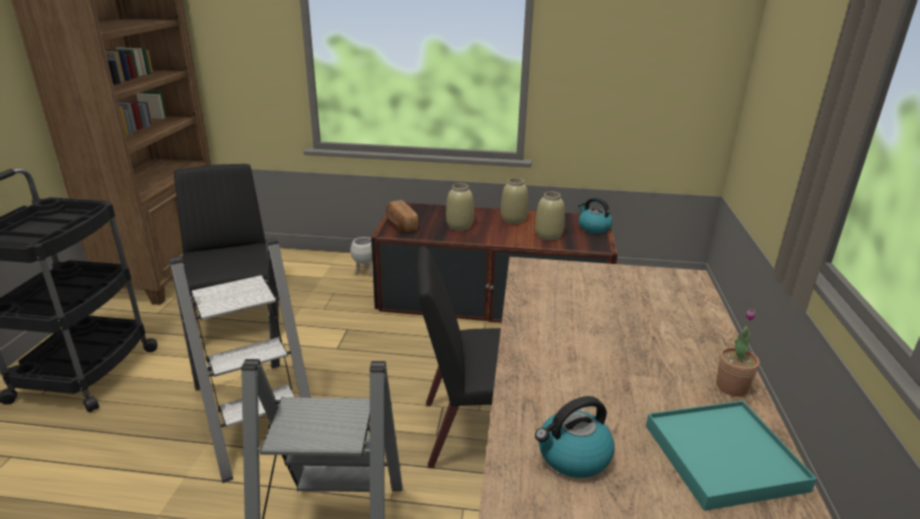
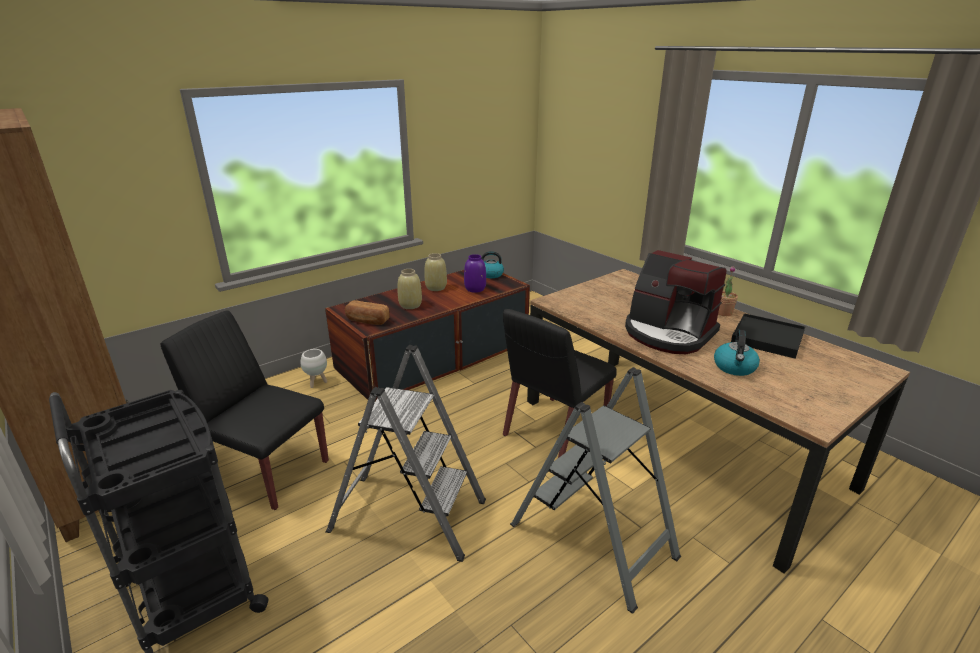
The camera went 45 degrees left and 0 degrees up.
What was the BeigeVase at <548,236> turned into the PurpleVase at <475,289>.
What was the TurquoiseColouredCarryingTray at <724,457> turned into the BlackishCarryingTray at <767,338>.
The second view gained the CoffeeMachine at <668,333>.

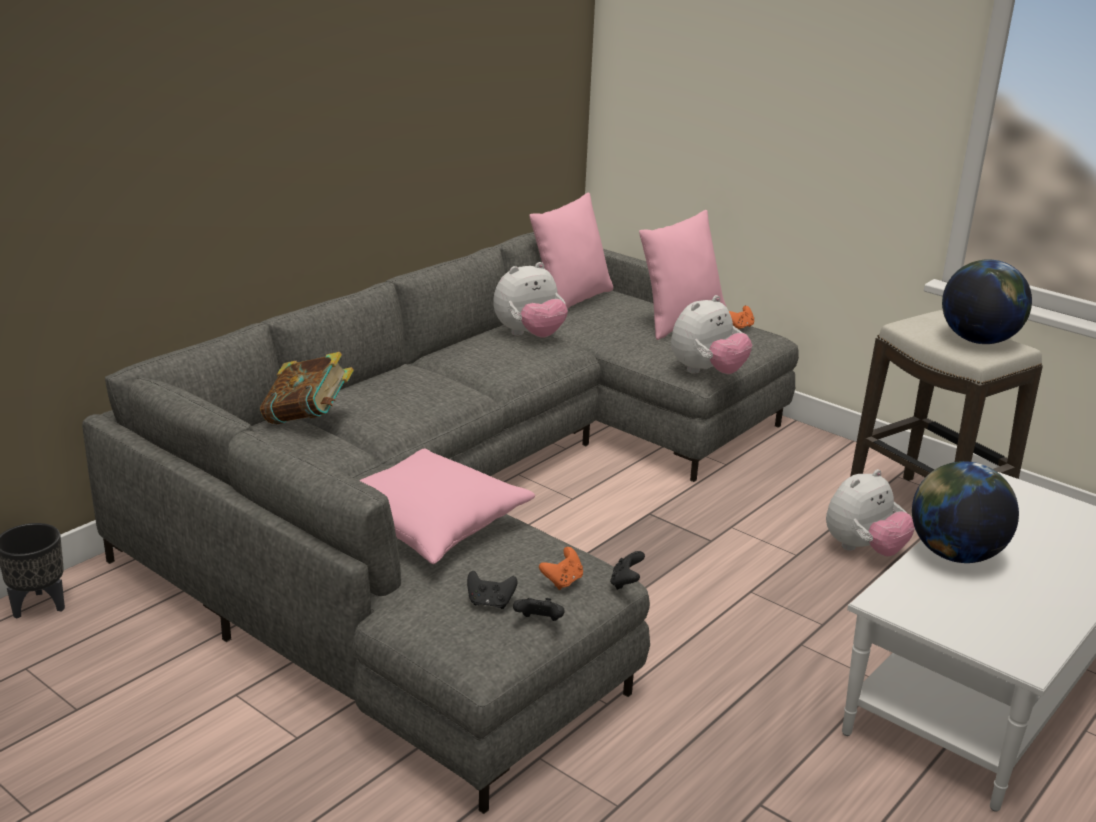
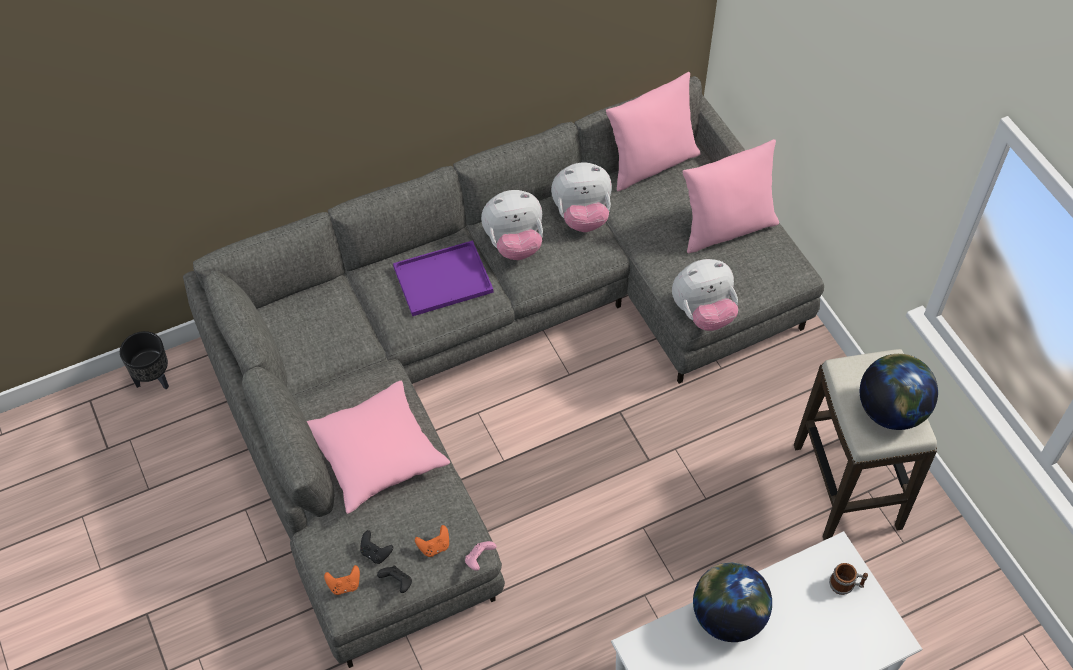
The camera went 25 degrees right and 30 degrees up.
The OrangeyGameController ended up elsewhere, having gone from <740,327> to <344,585>.
The second view lost the Volume at <308,419>.
The SoftToy ended up elsewhere, having gone from <863,549> to <514,244>.
What was the BlackishGameController at <626,583> turned into the PinkColouredGameController at <479,559>.
The second view gained the PurpleCarryingTray at <444,278>.
The second view gained the Mug at <846,585>.

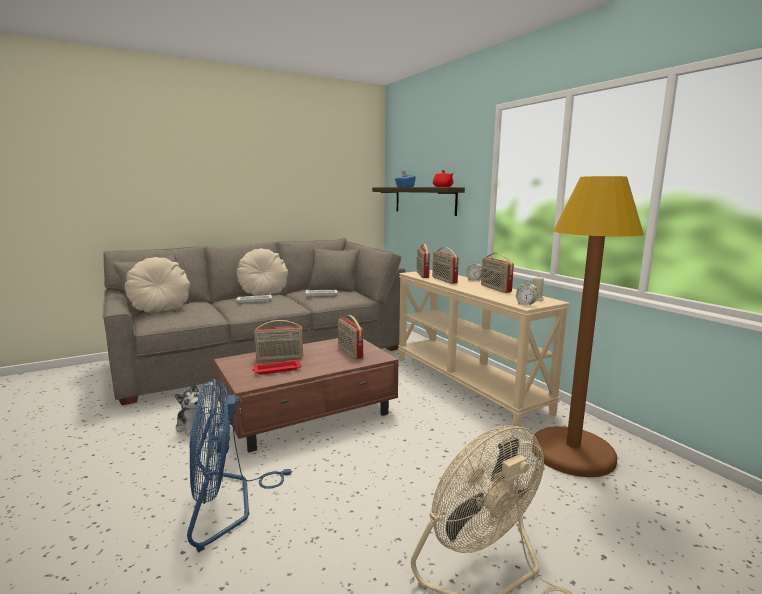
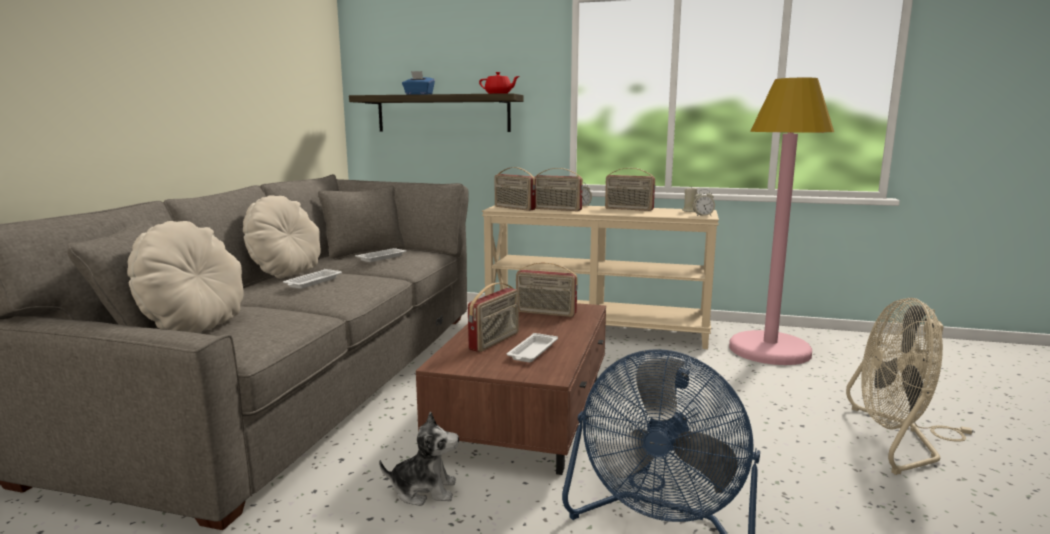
The camera went 45 degrees left and 0 degrees up.
What was the BrownishStandingLamp at <572,453> turned into the PinkColouredStandingLamp at <769,350>.
What was the RedColouredCarryingTray at <276,370> turned into the WhiteColouredCarryingTray at <532,352>.

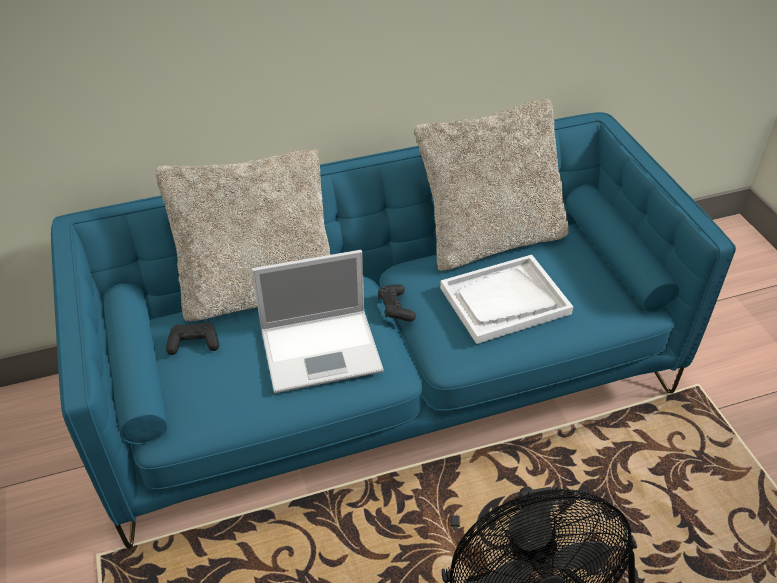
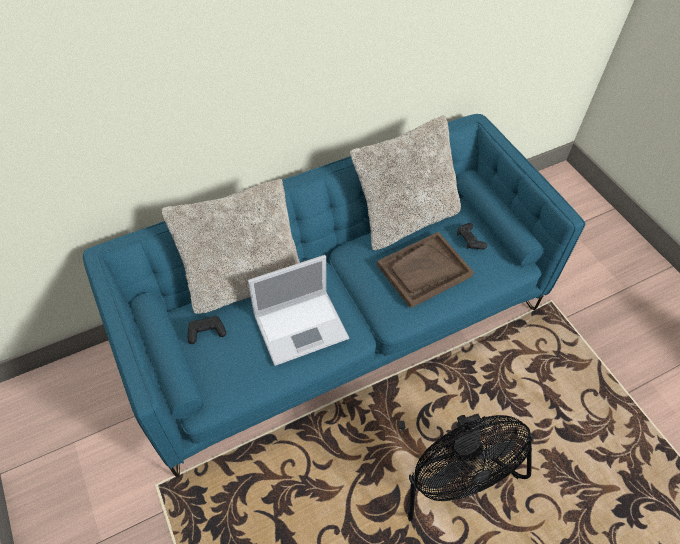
The camera went 10 degrees left and 10 degrees up.
What was the WhiteColouredCarryingTray at <504,301> turned into the BrownishCarryingTray at <424,271>.
The BlackishGameController ended up elsewhere, having gone from <395,308> to <470,240>.

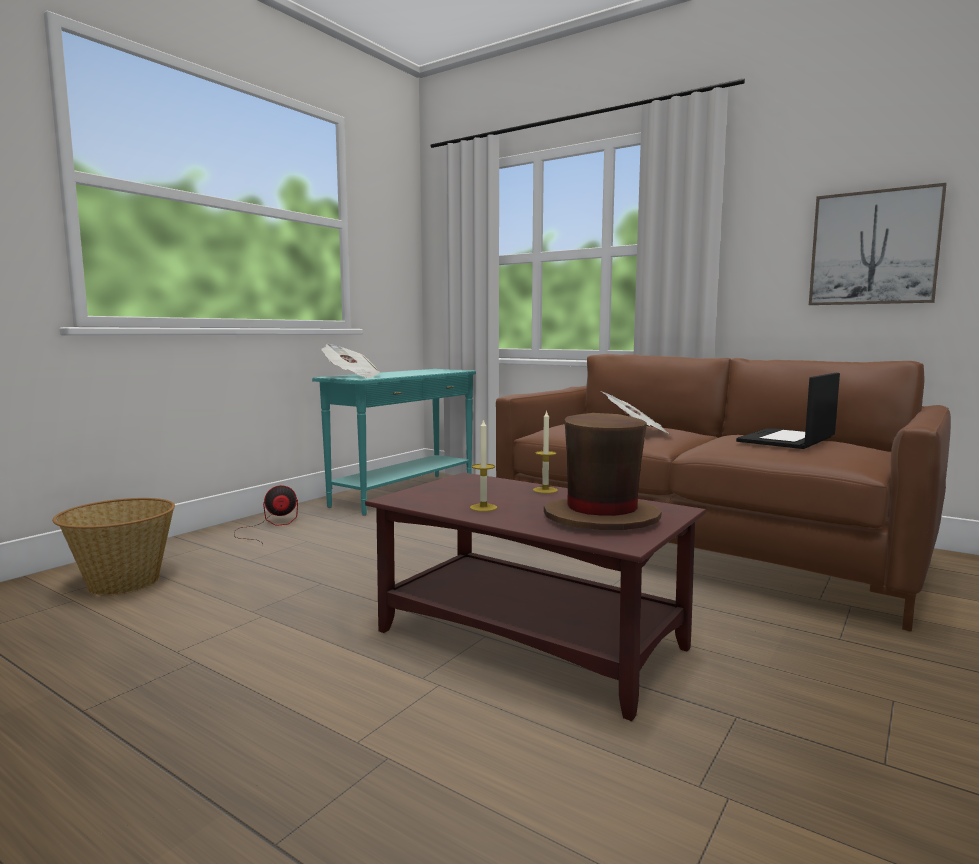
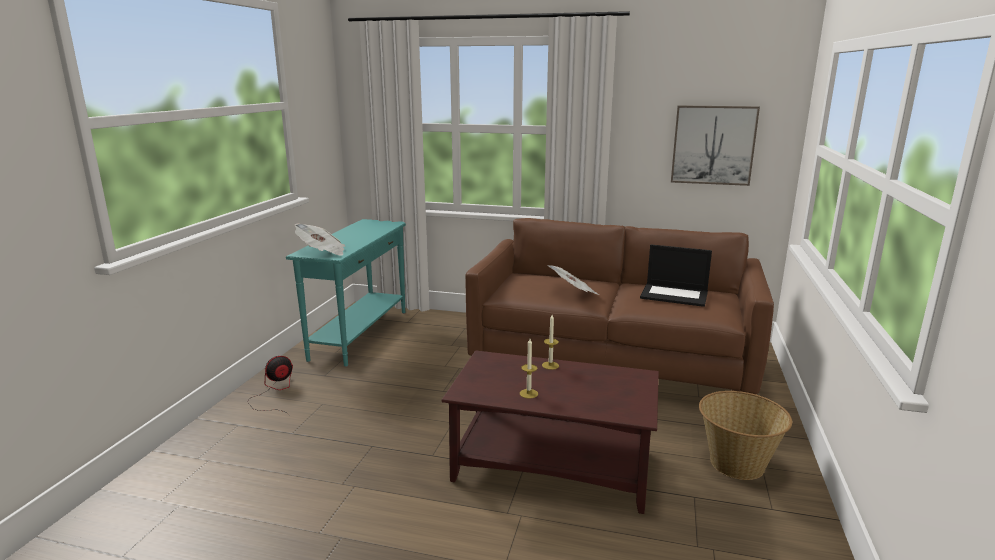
The camera went 20 degrees left and 10 degrees up.
The Laptop at <787,440> ended up facing another way, 90 degrees counterclockwise from before.
The second view lost the BrownishHat at <600,517>.
The StorageBasket ended up elsewhere, having gone from <122,583> to <736,464>.

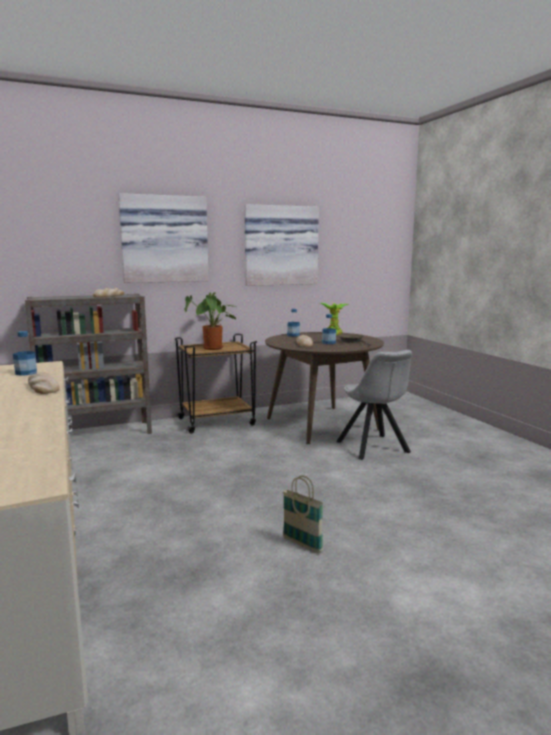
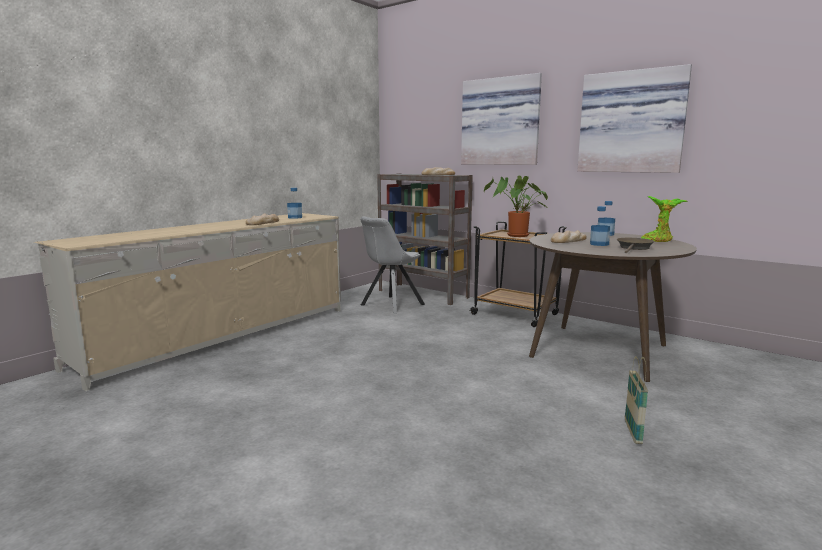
The camera went 60 degrees right and 0 degrees up.
The GrayChair ended up elsewhere, having gone from <373,447> to <391,305>.
The StorageBasket ended up elsewhere, having gone from <302,544> to <632,432>.

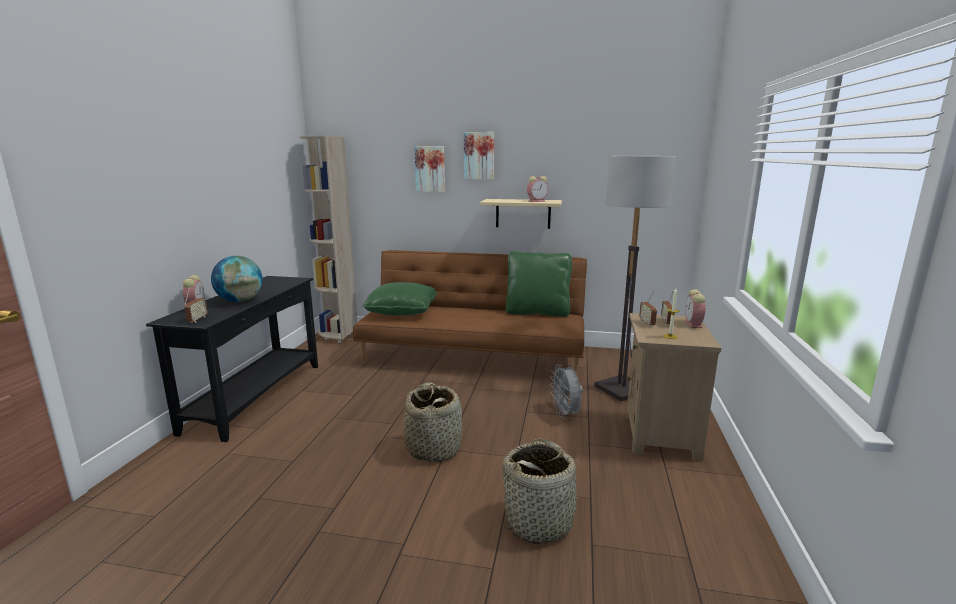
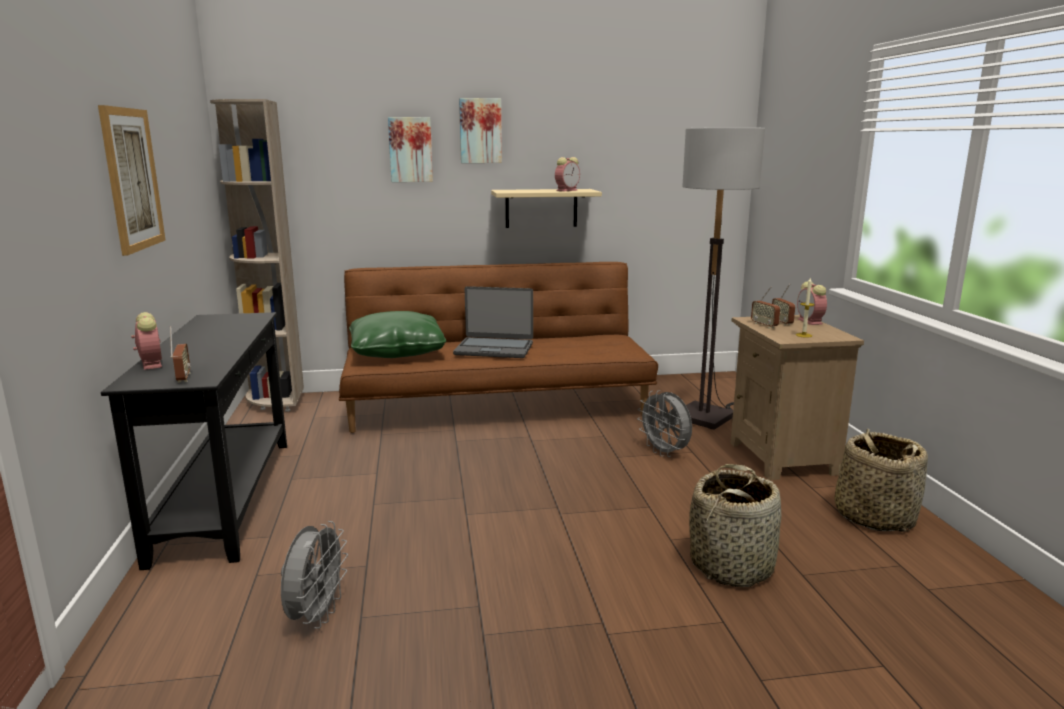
The camera went 20 degrees left and 0 degrees up.
The second view lost the GreenColouredThrowPillow at <537,312>.
The second view lost the DeskGlobe at <240,301>.
The StorageBasket ended up elsewhere, having gone from <434,448> to <873,516>.
The second view gained the WallPicture at <132,179>.
The second view gained the Laptop at <494,349>.
The second view gained the GrayFan at <316,616>.

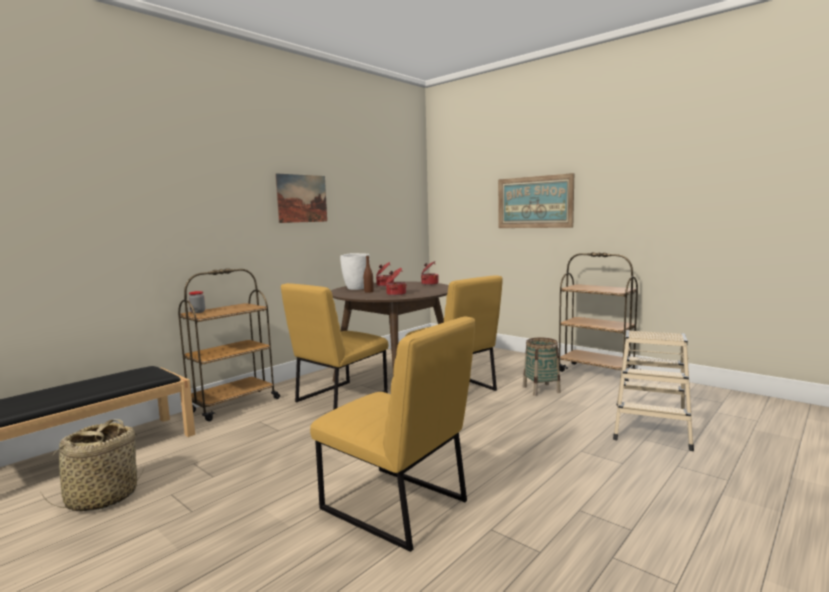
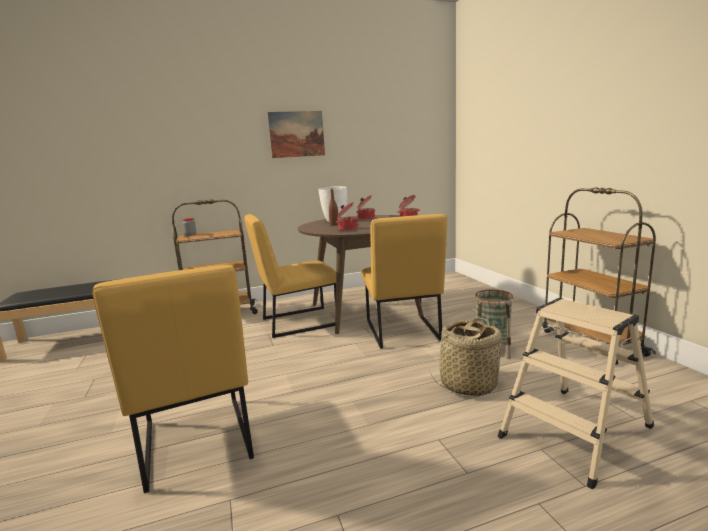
The camera went 30 degrees right and 5 degrees up.
The second view lost the WallPicture at <534,202>.
The StorageBasket ended up elsewhere, having gone from <102,498> to <467,384>.

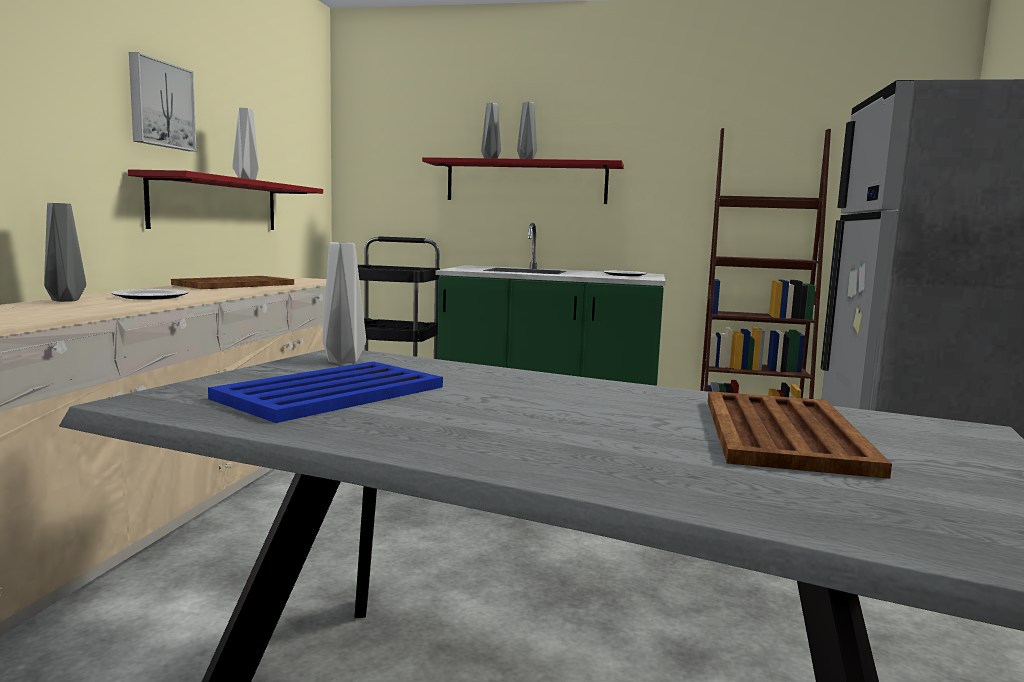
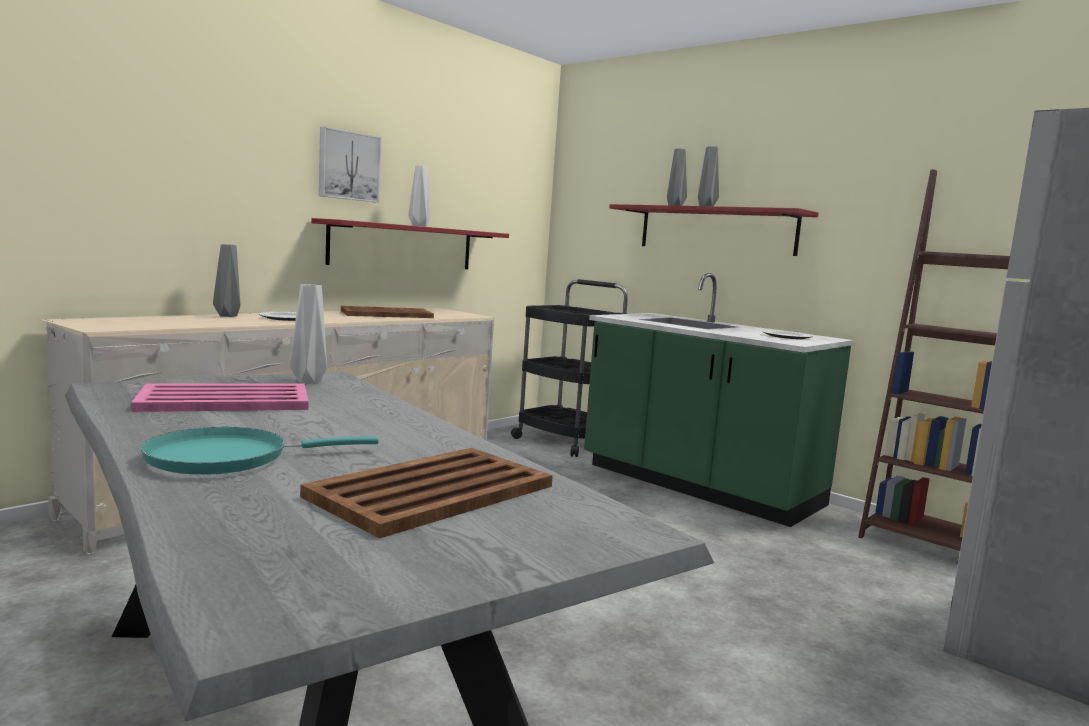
The camera went 30 degrees right and 0 degrees up.
What was the BlueCarryingTray at <330,393> turned into the PinkColouredCarryingTray at <223,400>.
The second view gained the TurquoiseColouredPan at <228,458>.

